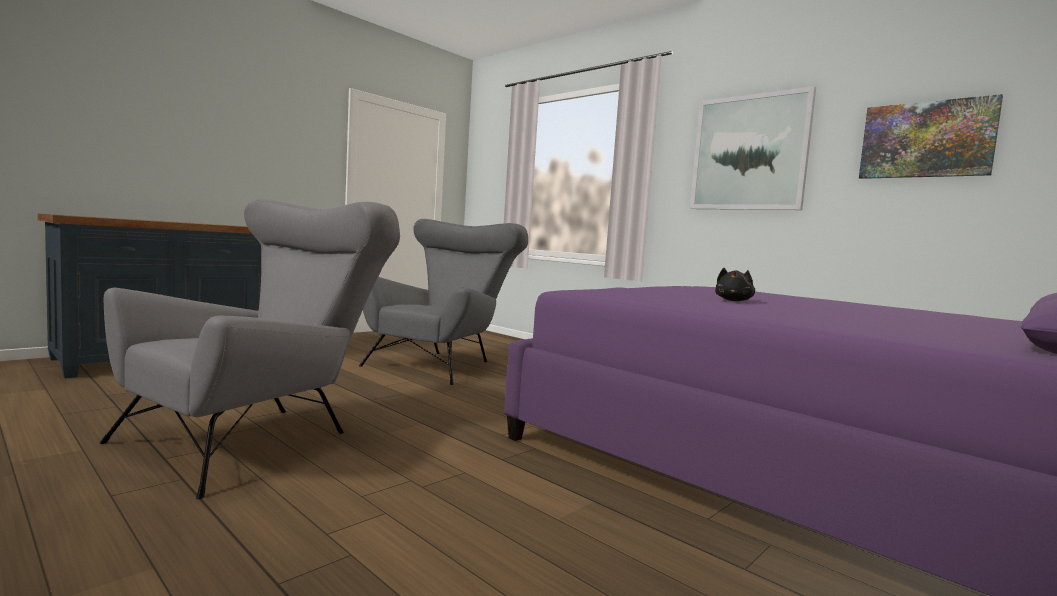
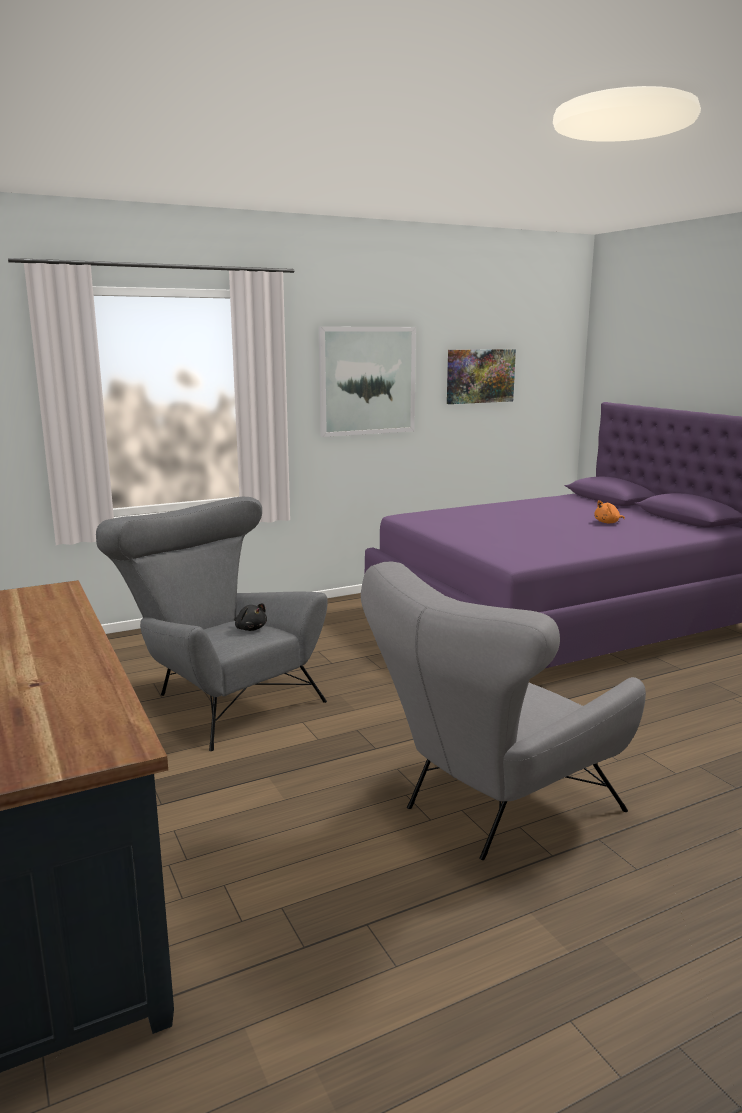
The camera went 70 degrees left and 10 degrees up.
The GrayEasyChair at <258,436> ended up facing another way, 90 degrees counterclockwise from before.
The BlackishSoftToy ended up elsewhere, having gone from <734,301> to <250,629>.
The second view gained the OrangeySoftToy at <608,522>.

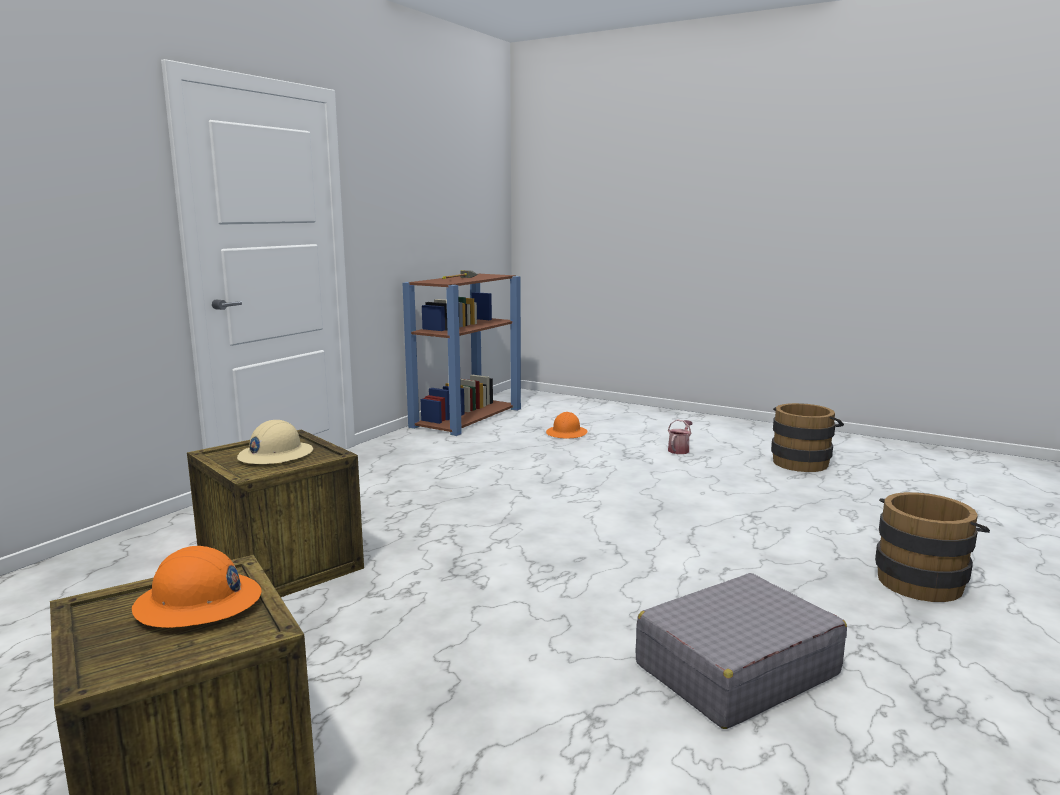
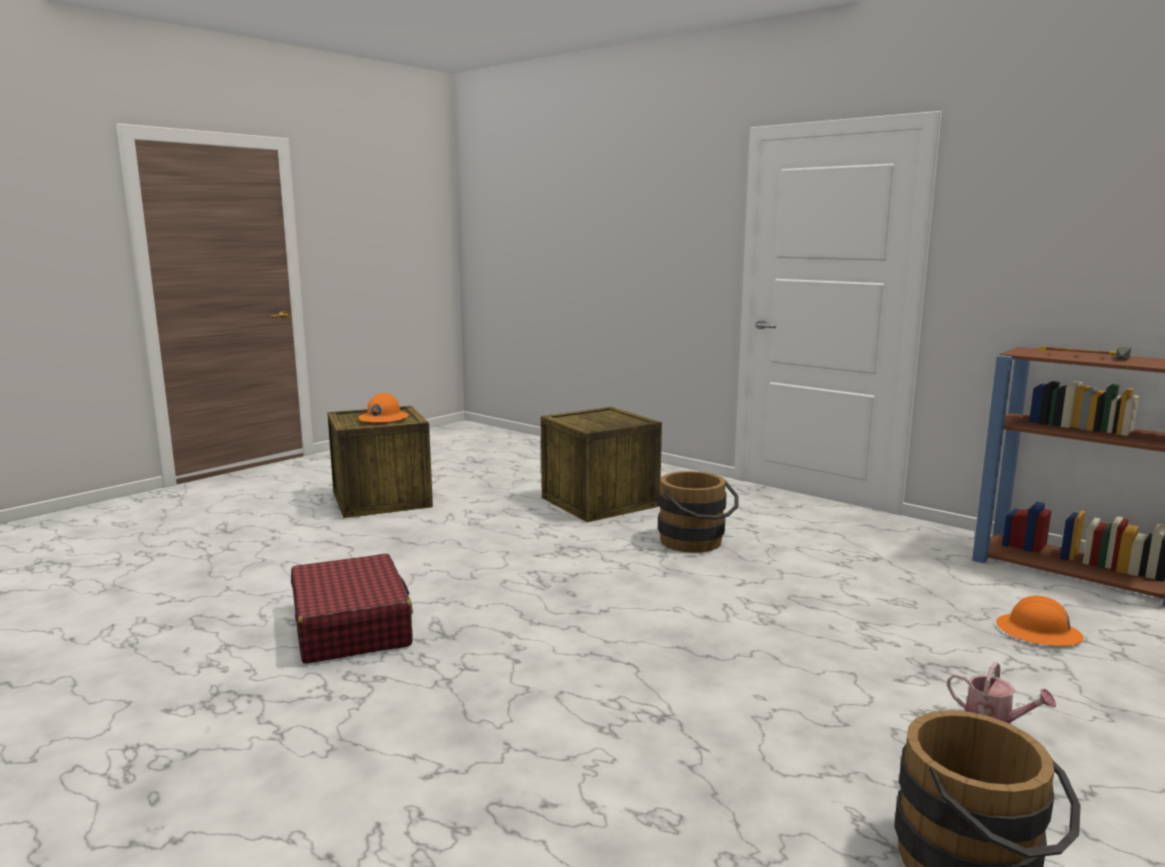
The camera went 100 degrees right and 0 degrees up.
The second view lost the BeigeHardHat at <275,455>.
The BrownishBucket ended up elsewhere, having gone from <922,580> to <695,543>.
What was the GraySuitcase at <735,669> turned into the RedColouredSuitcase at <351,626>.

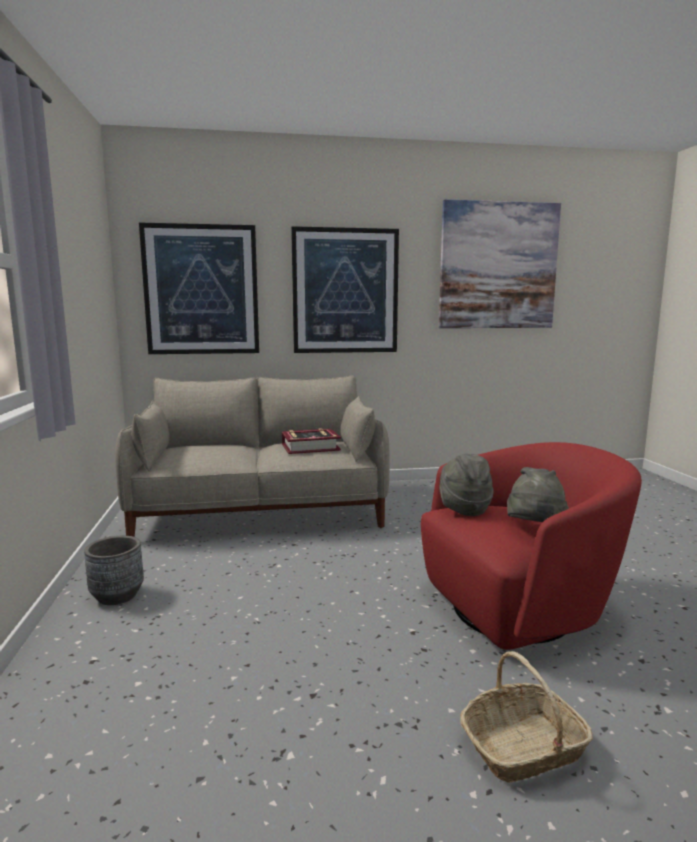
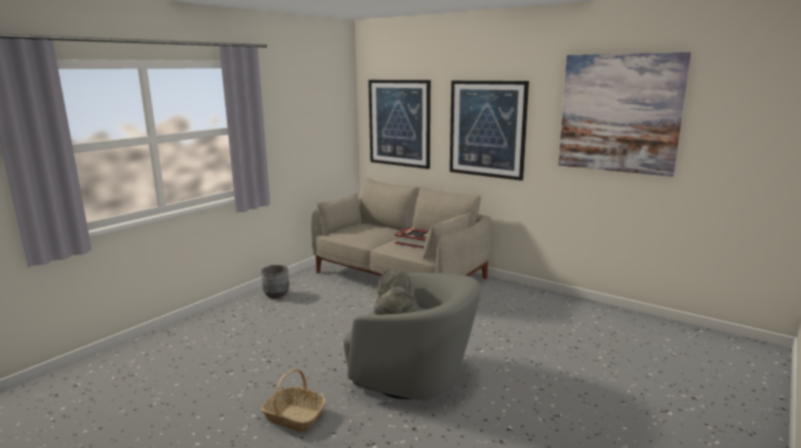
The camera went 45 degrees right and 5 degrees up.
What was the RedColouredEasyChair at <520,608> turned into the GrayEasyChair at <414,378>.

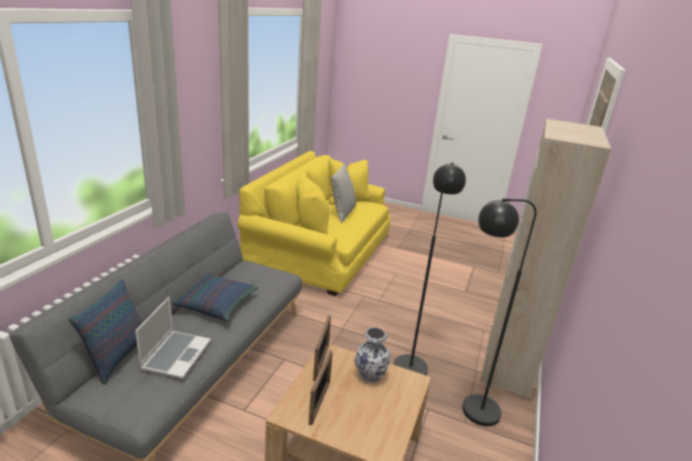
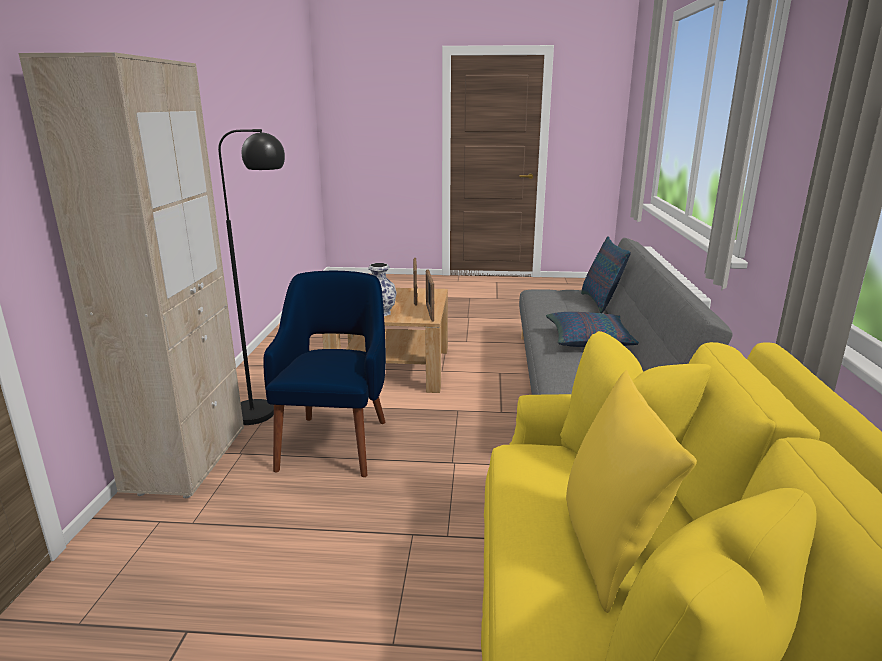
The camera went 165 degrees right and 5 degrees down.
Where the BlackishStandingLamp stood at <412,362>, the BlueEasyChair came to stand at <335,443>.
What was the GrayThrowPillow at <342,213> turned into the YellowThrowPillow at <609,548>.
The second view lost the Laptop at <176,354>.

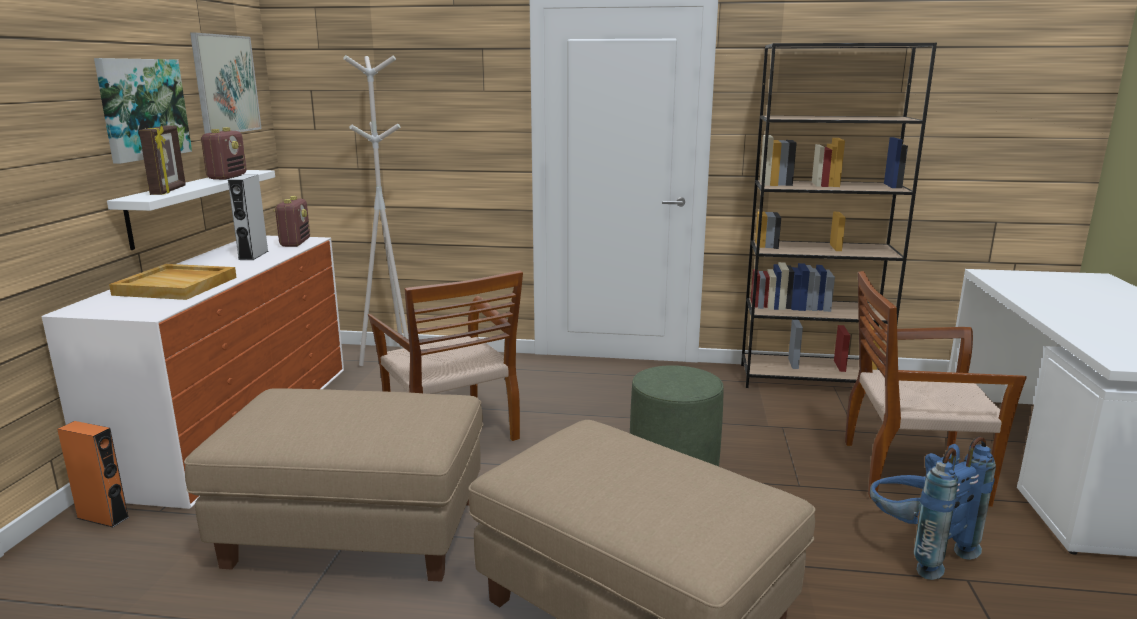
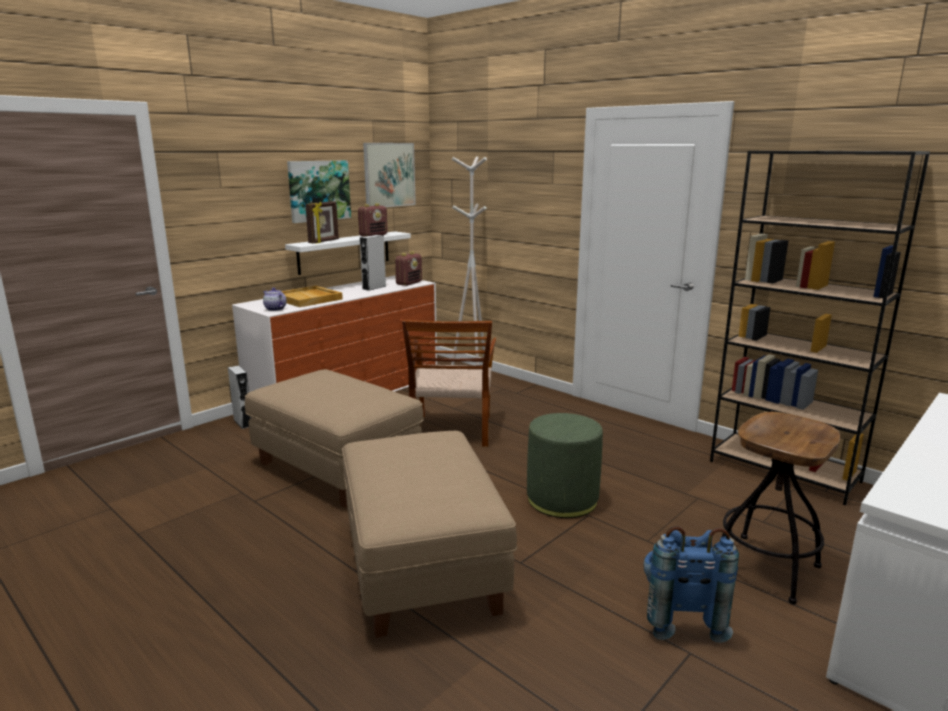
The camera went 35 degrees right and 0 degrees up.
Where the BrownishEasyChair stood at <910,472>, the BrownishStool came to stand at <766,567>.
What was the OrangeyLoudspeaker at <103,517> turned into the GrayLoudspeaker at <243,423>.
The second view gained the Teapot at <275,309>.

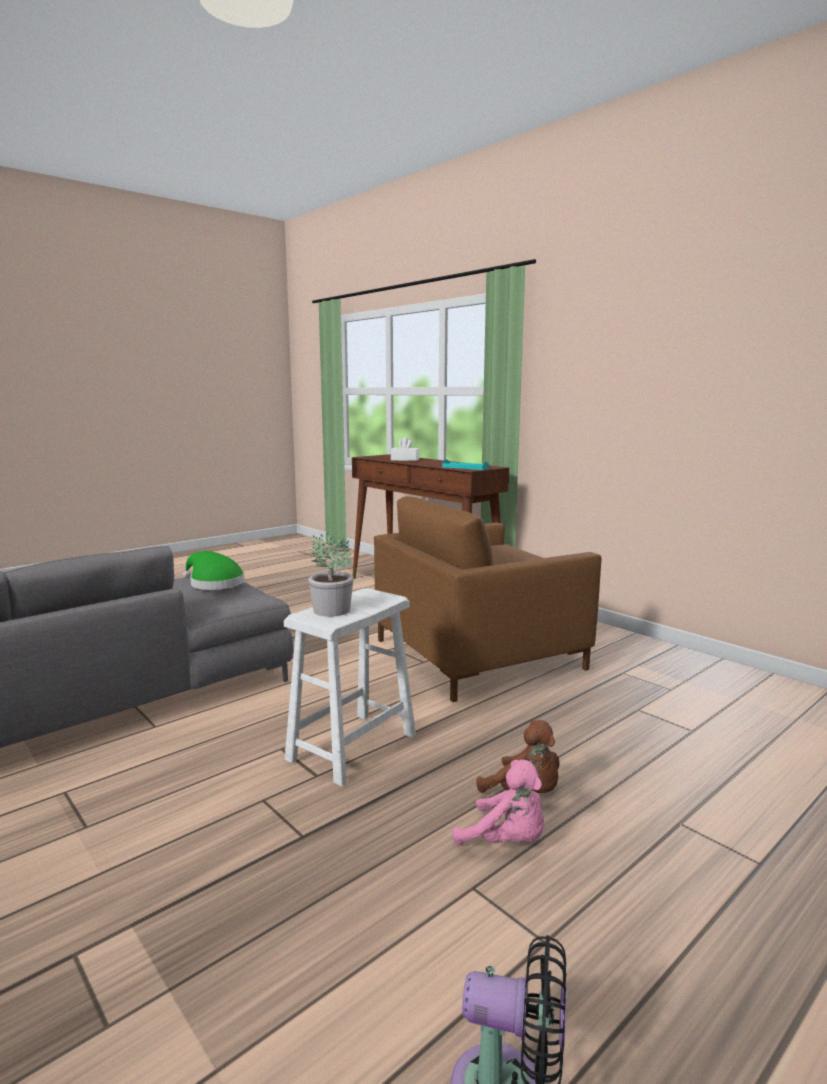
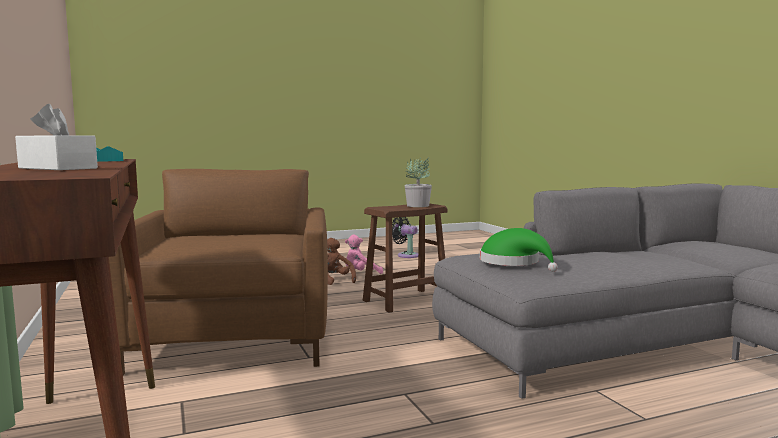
The camera went 160 degrees left and 5 degrees down.
The BrownishEasyChair at <477,654> ended up facing another way, 90 degrees counterclockwise from before.
What was the WhiteColouredStool at <353,747> turned into the BrownishStool at <405,300>.
The PinkColouredSoftToy at <506,841> ended up facing another way, 75 degrees counterclockwise from before.

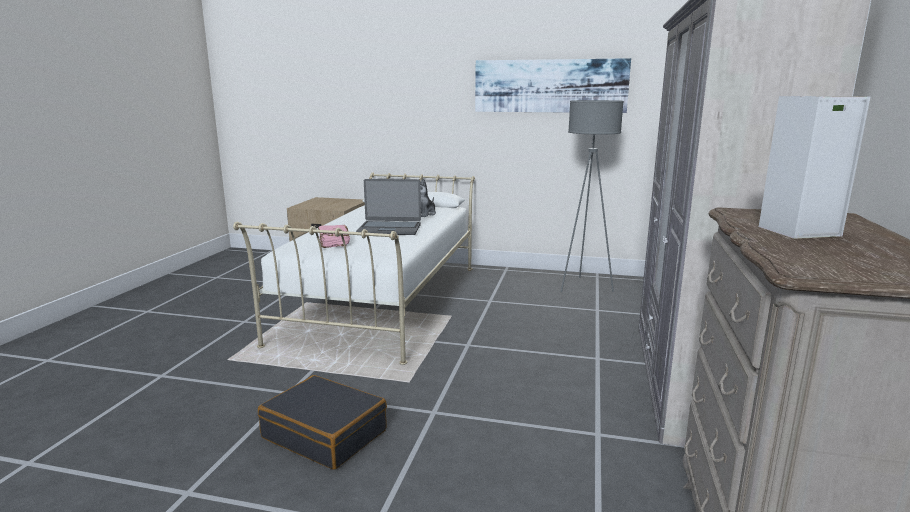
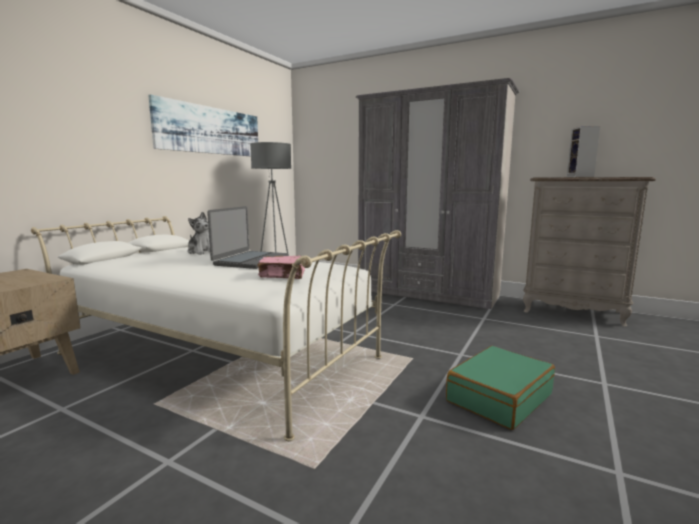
The camera went 75 degrees left and 5 degrees down.
What was the BlackishSuitcase at <325,434> turned into the GreenColouredSuitcase at <498,397>.

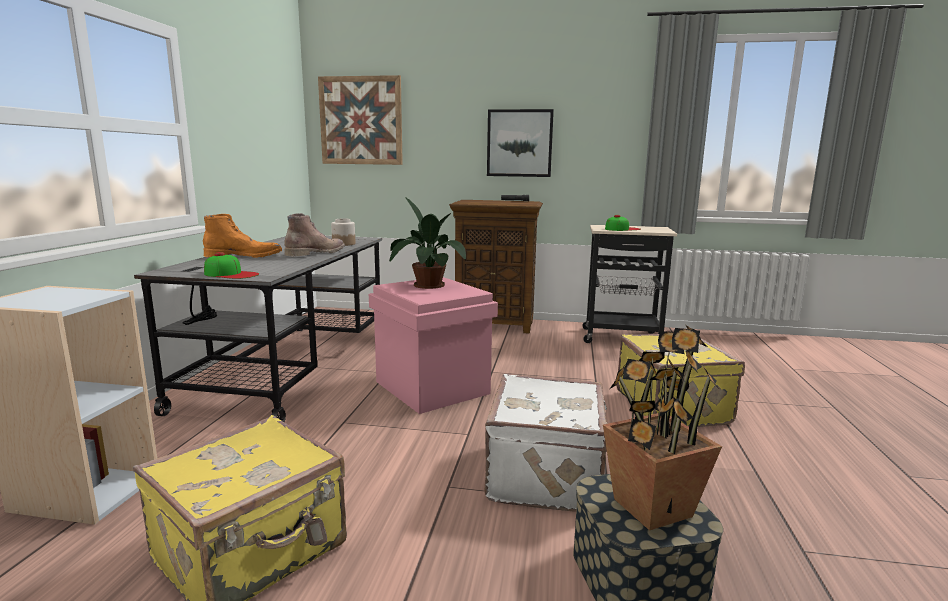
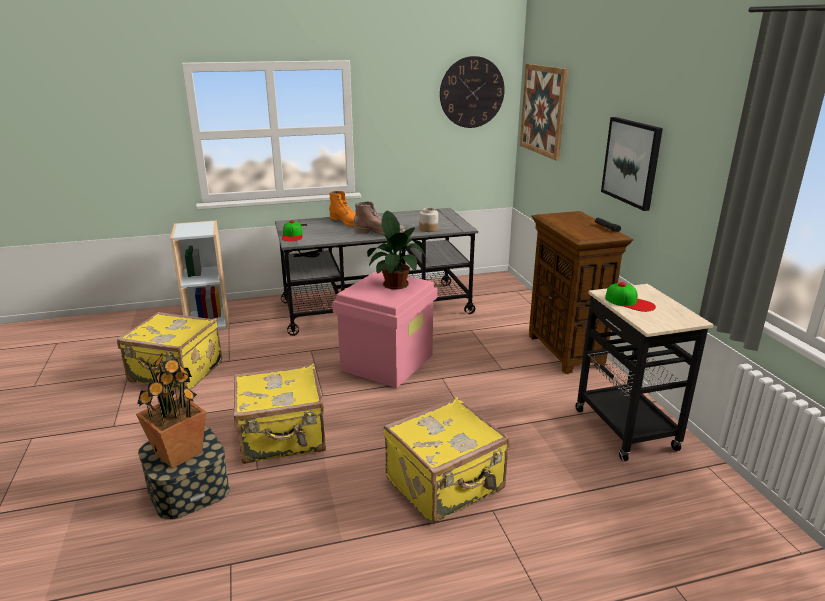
The camera went 65 degrees right and 10 degrees up.
What was the WhiteColouredSuitcase at <548,475> turned into the YellowSuitcase at <283,438>.
The second view gained the ClockOnTheWall at <472,92>.

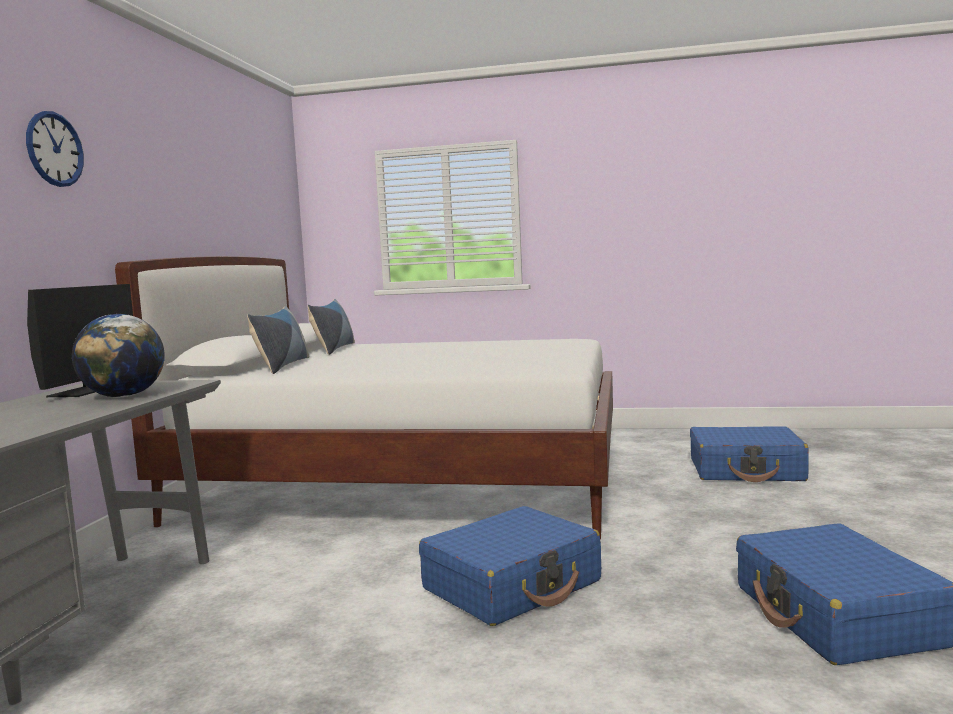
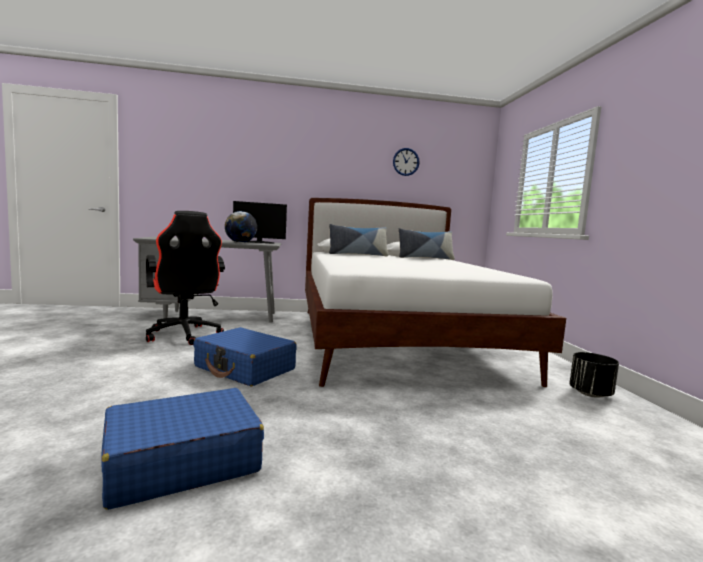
The camera went 70 degrees right and 0 degrees up.
The ClockOnTheWall ended up elsewhere, having gone from <55,149> to <406,162>.
The second view lost the BlueSuitcase at <746,470>.
The second view gained the BlackishComputerChair at <184,337>.
The second view gained the BlackishFlowerPot at <590,394>.

